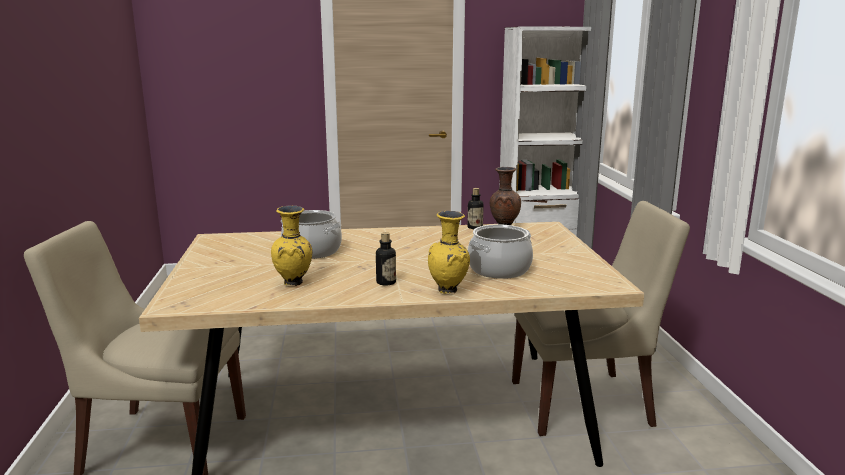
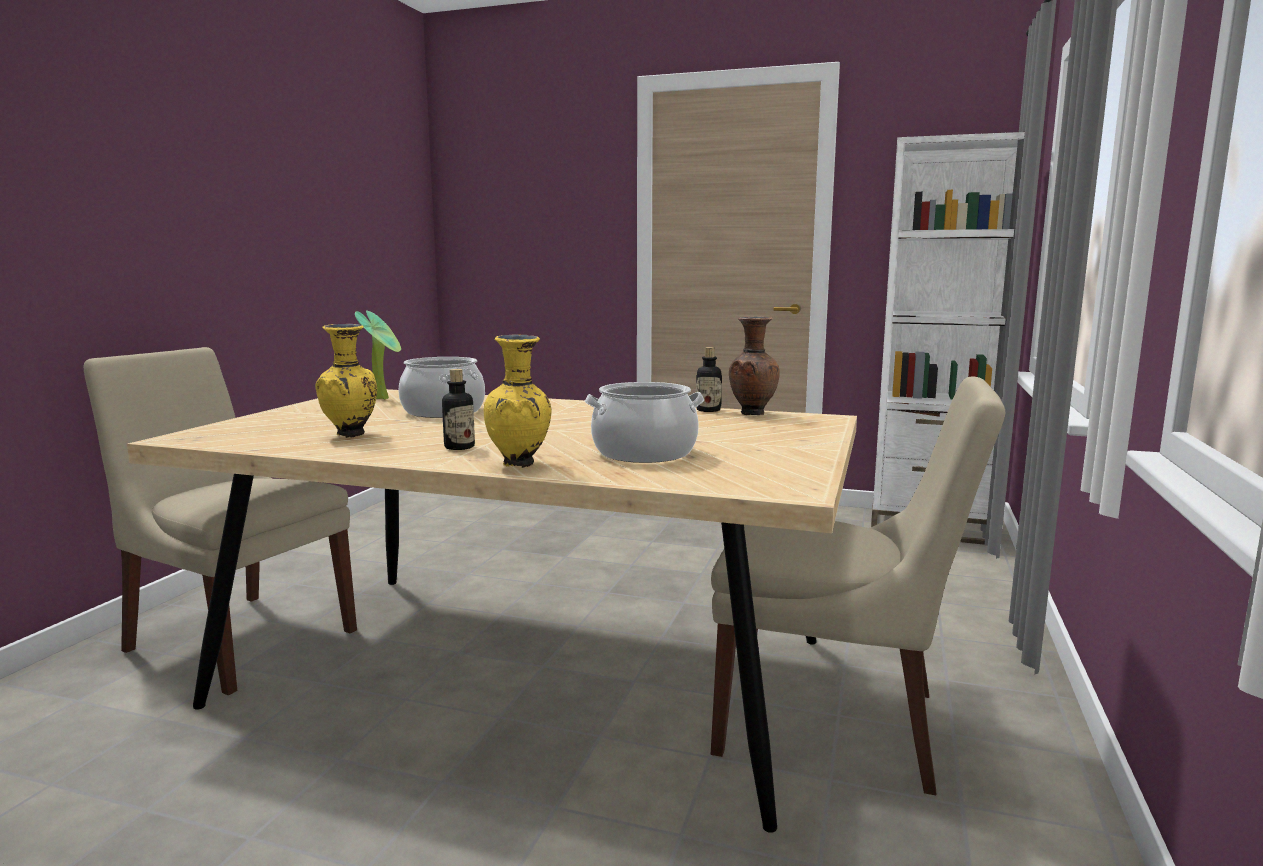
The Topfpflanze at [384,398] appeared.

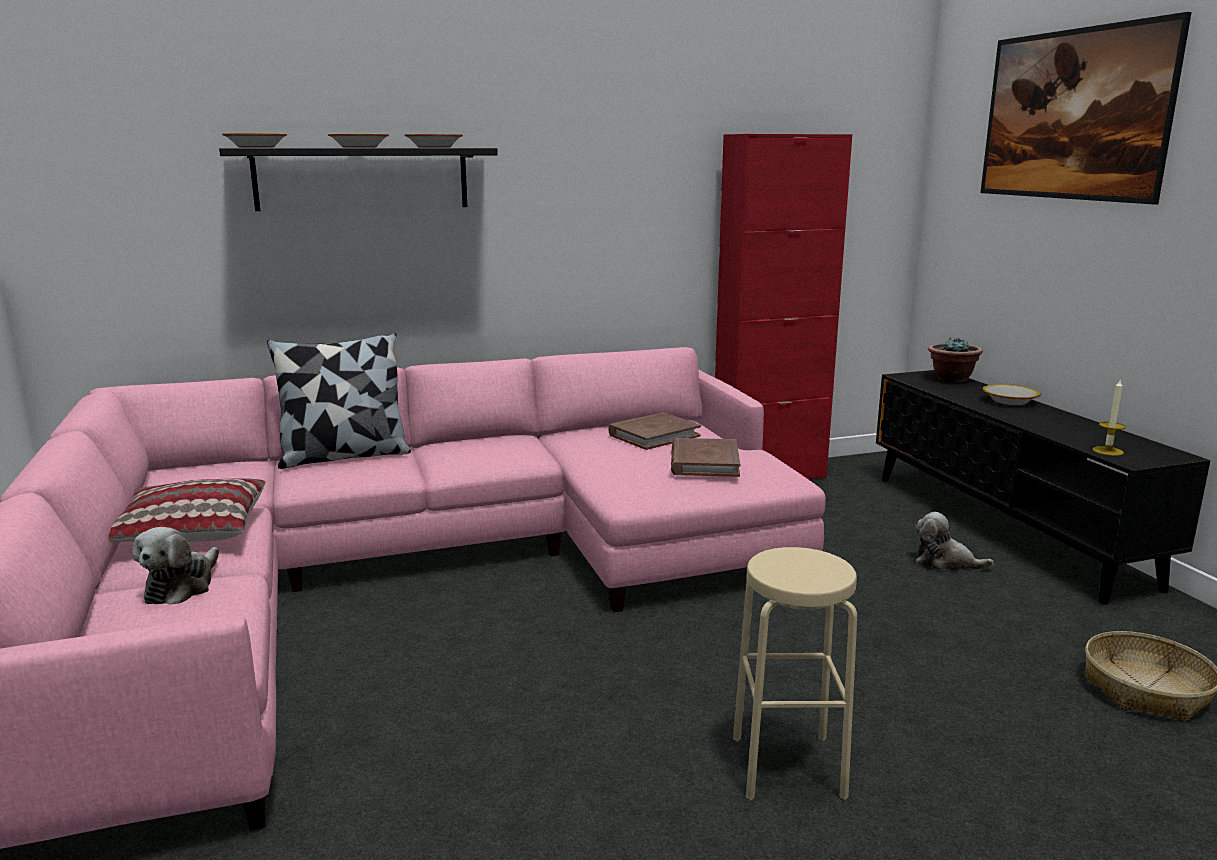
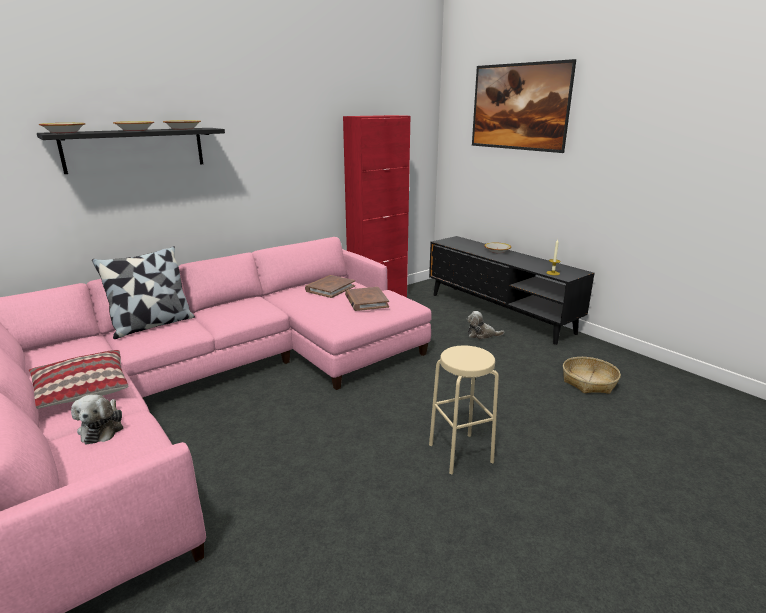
The Topfpflanze at [951,379] disappeared.

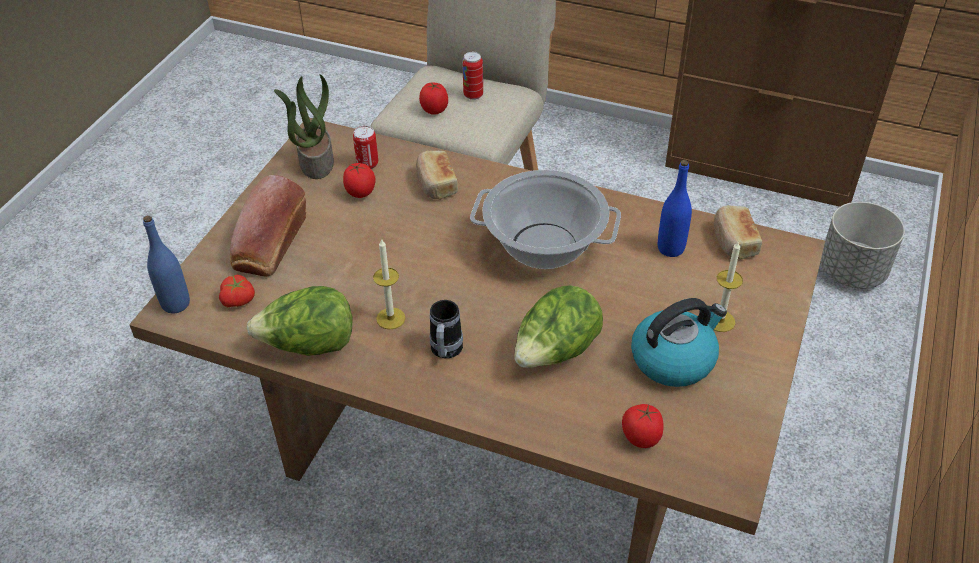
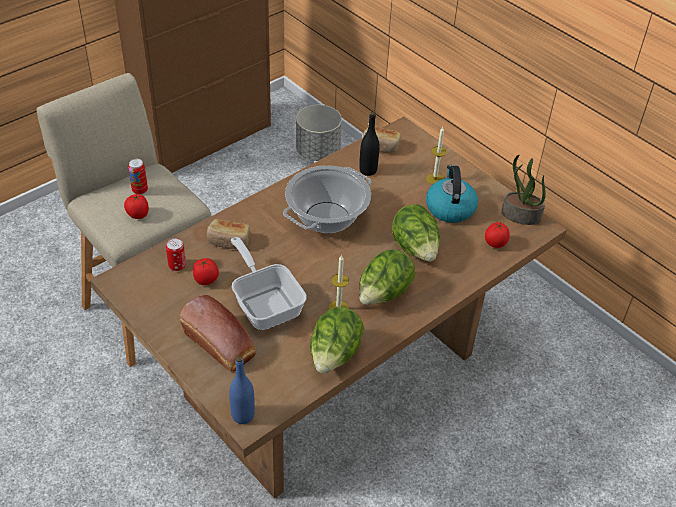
The Tomate at [239,300] disappeared. The Topfpflanze moved from [315,162] to [520,216]. The Henkelbecher at [445,352] was replaced by the Salatkopf at [384,294]. The Flasche/blau at [670,248] became the Flasche/schwarz at [368,170]. The Pfanne at [265,303] appeared.

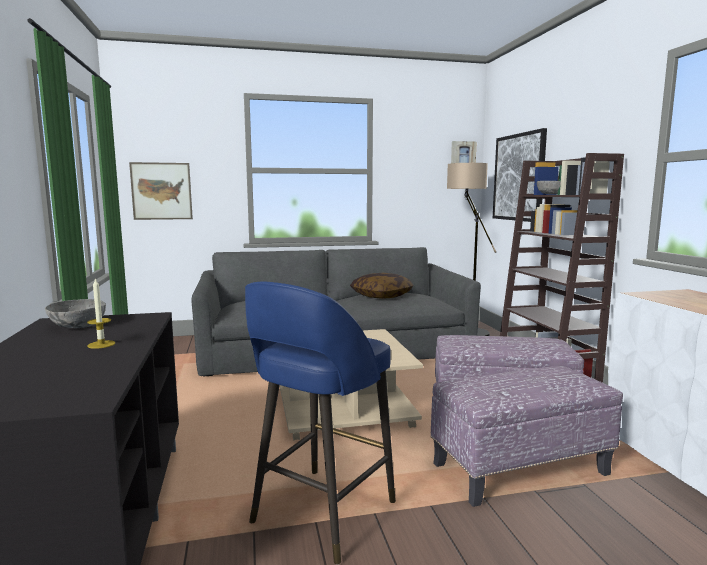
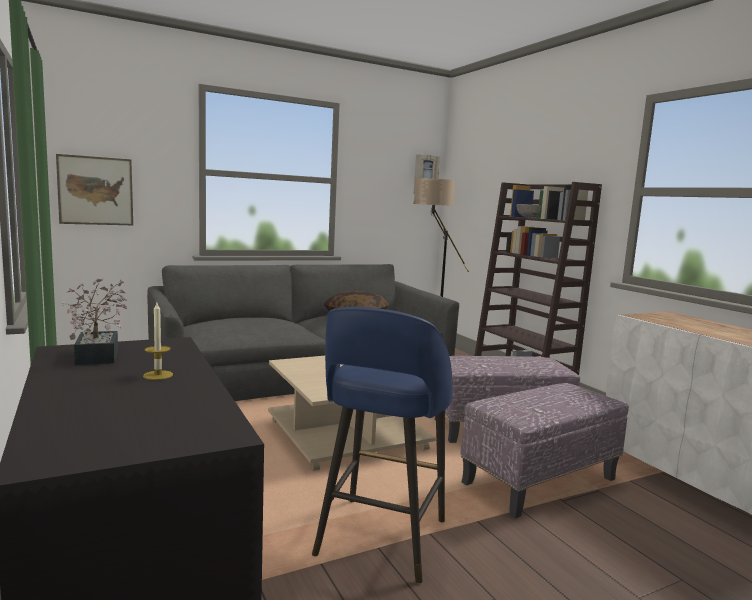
The Schüssel/grau at [78,325] was replaced by the Topfpflanze at [99,354]. The Bild at [519,177] disappeared.

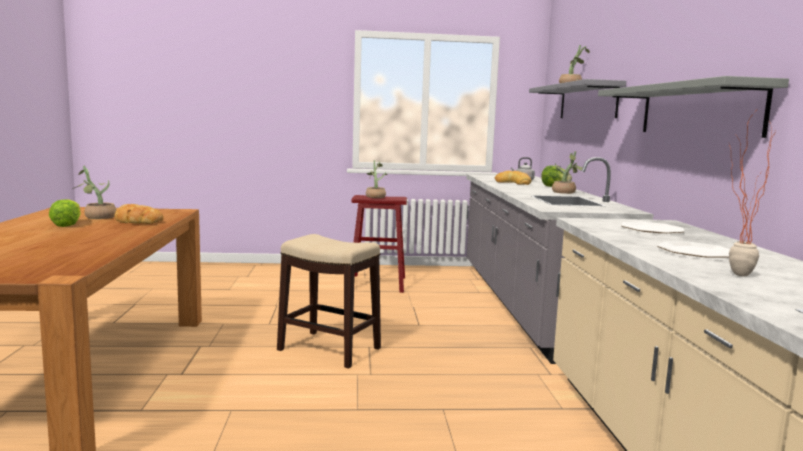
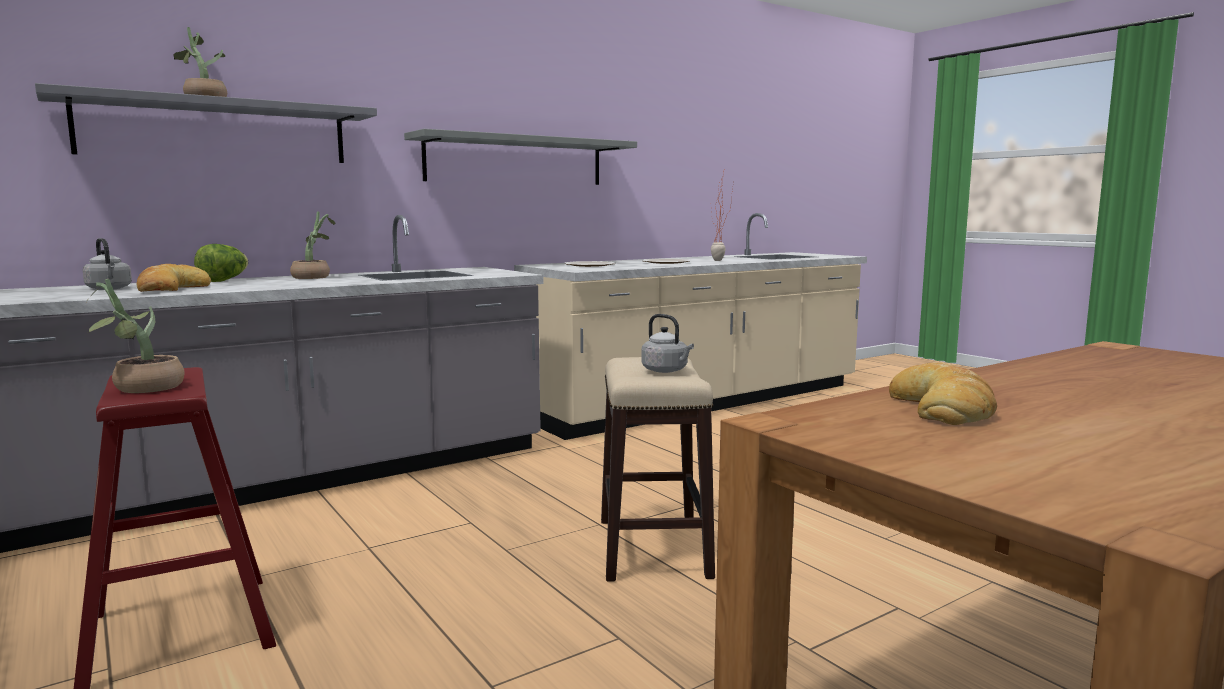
The Salatkopf at [67,224] disappeared. The Topfpflanze at [96,217] disappeared. The Wasserkessel/grau at [666,371] appeared.

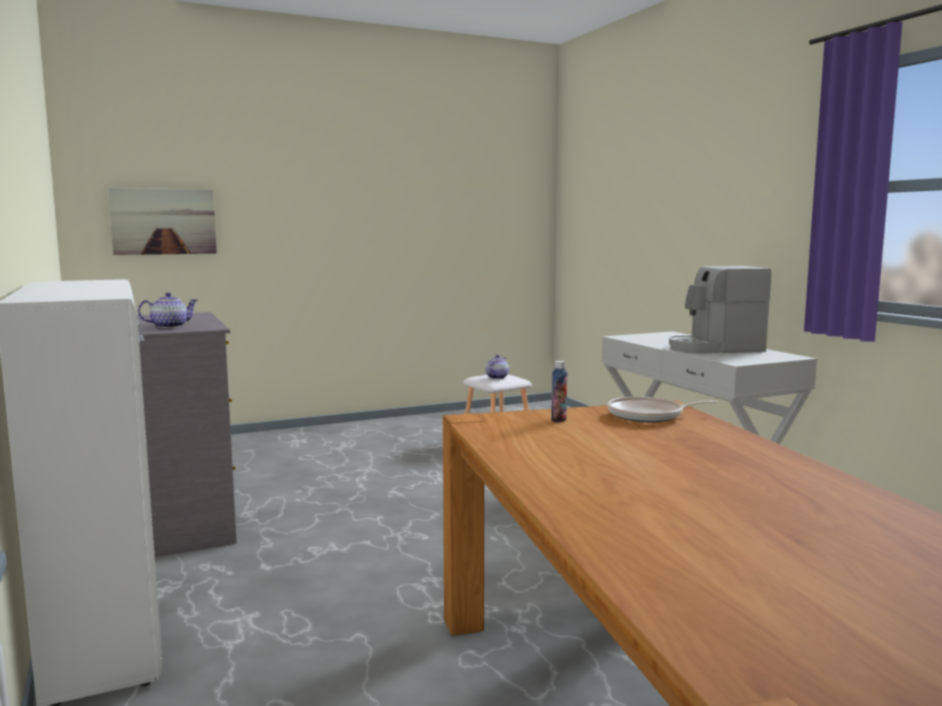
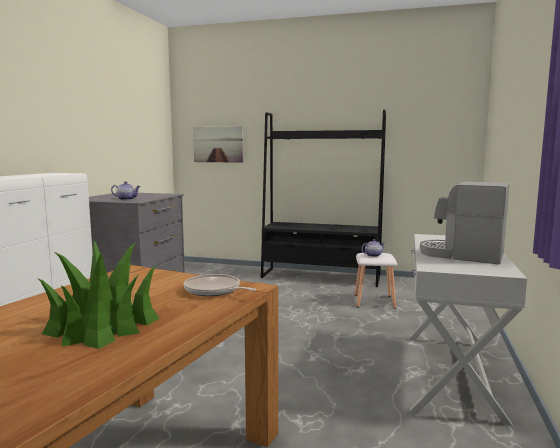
The Flasche at [558,420] disappeared. The Topfpflanze at [102,326] appeared. The Bücherregal/schwarz at [321,277] appeared.

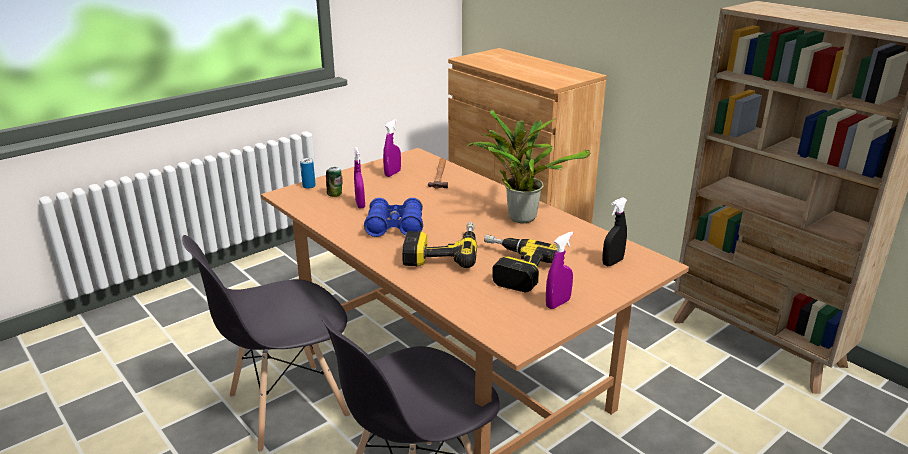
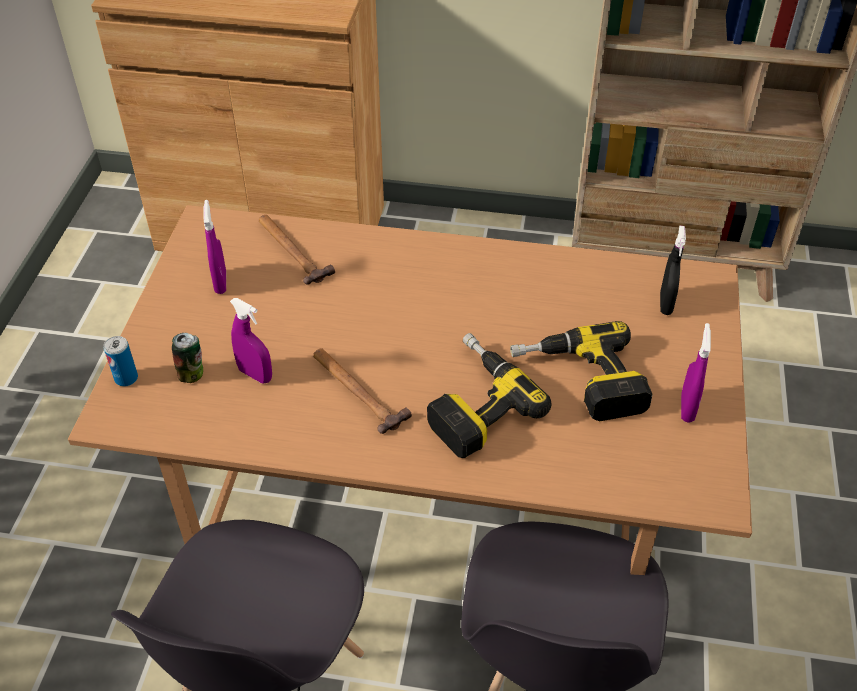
The Fernglas/blau at [395,227] was replaced by the Hammer at [357,391]. The Topfpflanze at [519,216] disappeared.

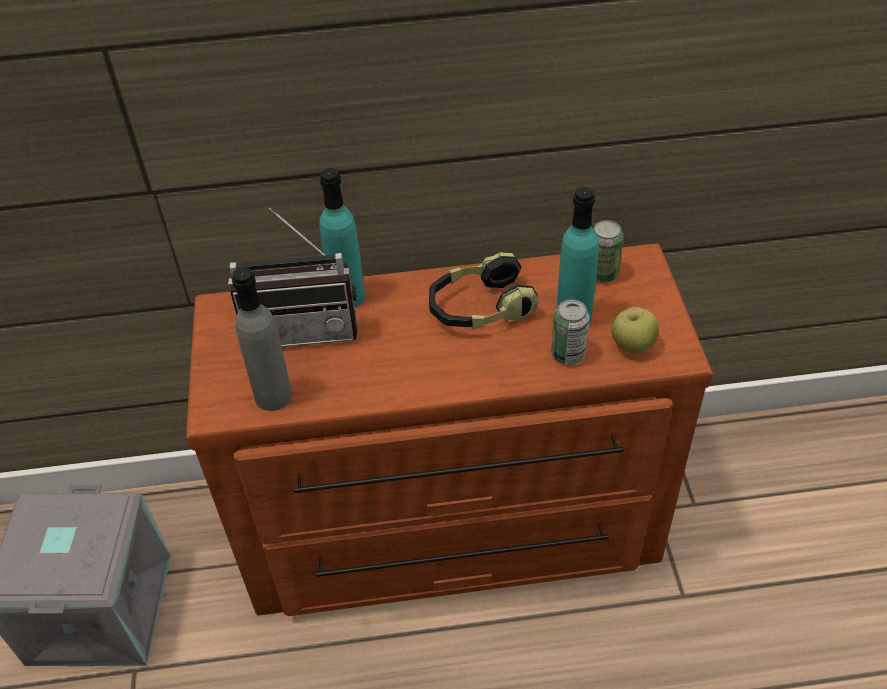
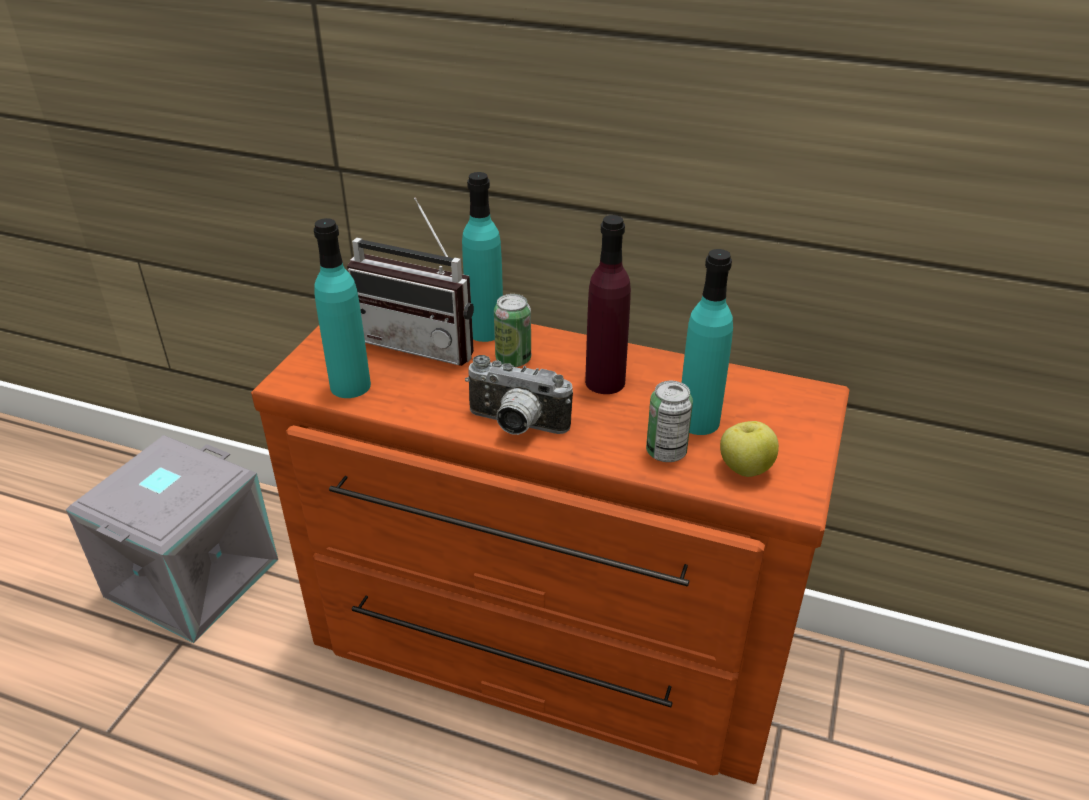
The Flasche/grau at [273,396] became the Flasche/türkis at [350,386]. The Kopfhörer at [480,309] was replaced by the Flasche/lila at [605,382]. The Dose moved from [602,274] to [513,359]. The Kamera at [515,426] appeared.

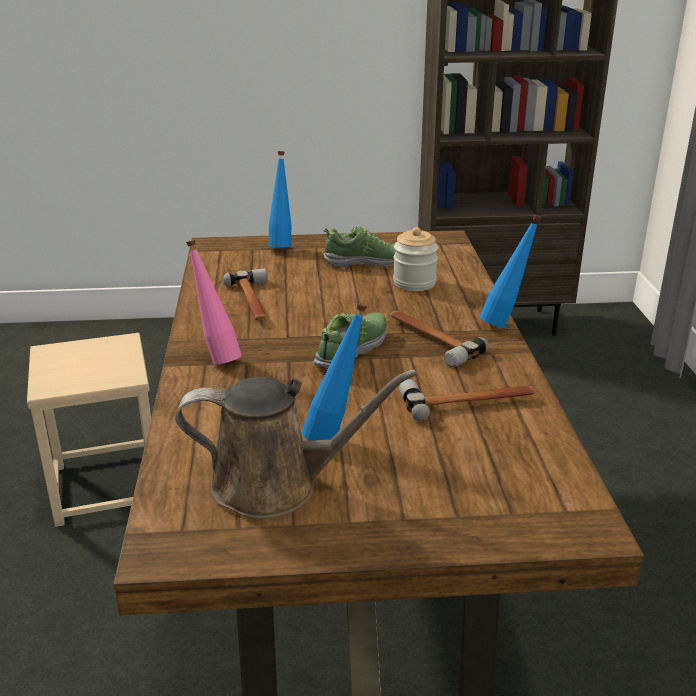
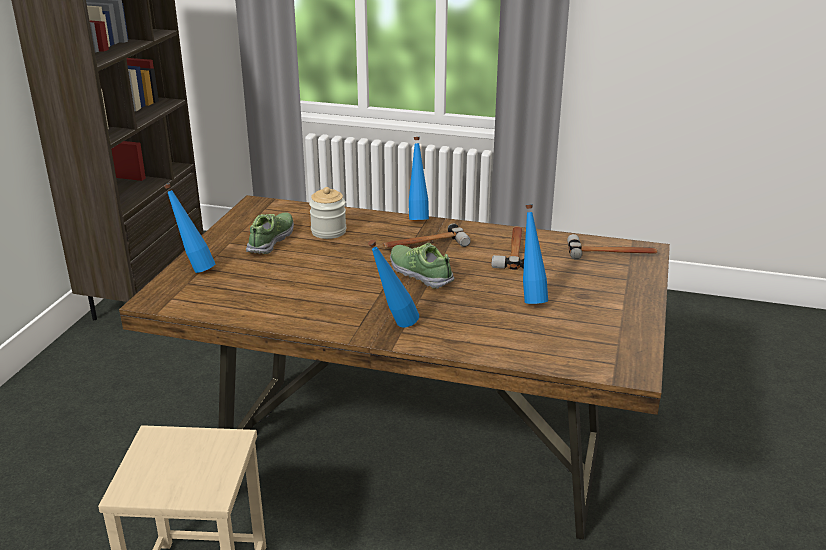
The Gießkanne/braun at [276,485] disappeared. The Flasche/rosa at [216,358] became the Flasche/blau at [394,326]. The Hammer moved from [253,302] to [611,253].

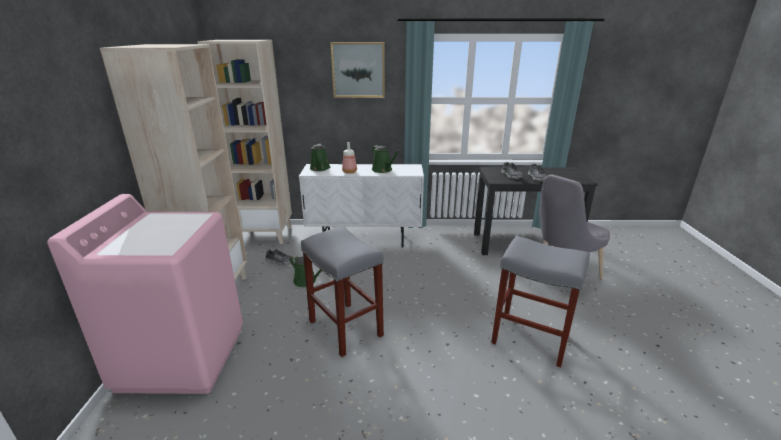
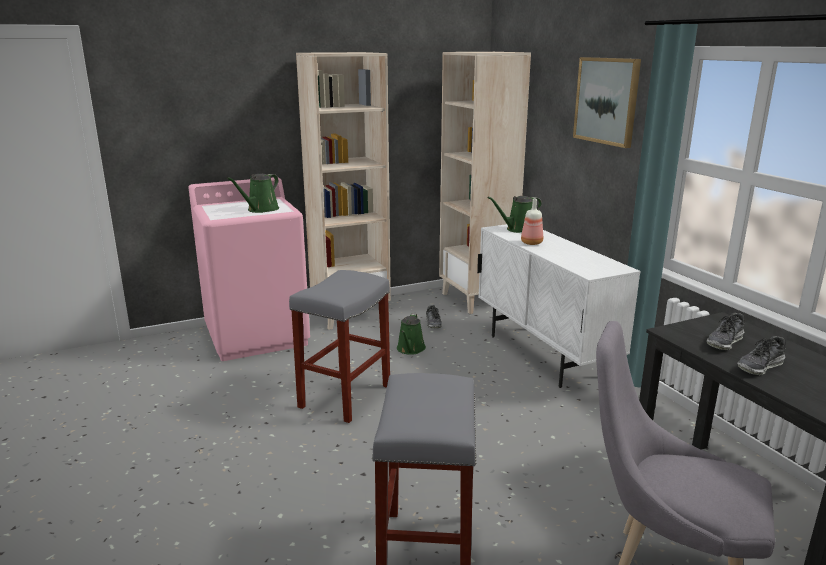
The Gießkanne/grün moved from [383,170] to [261,210].

